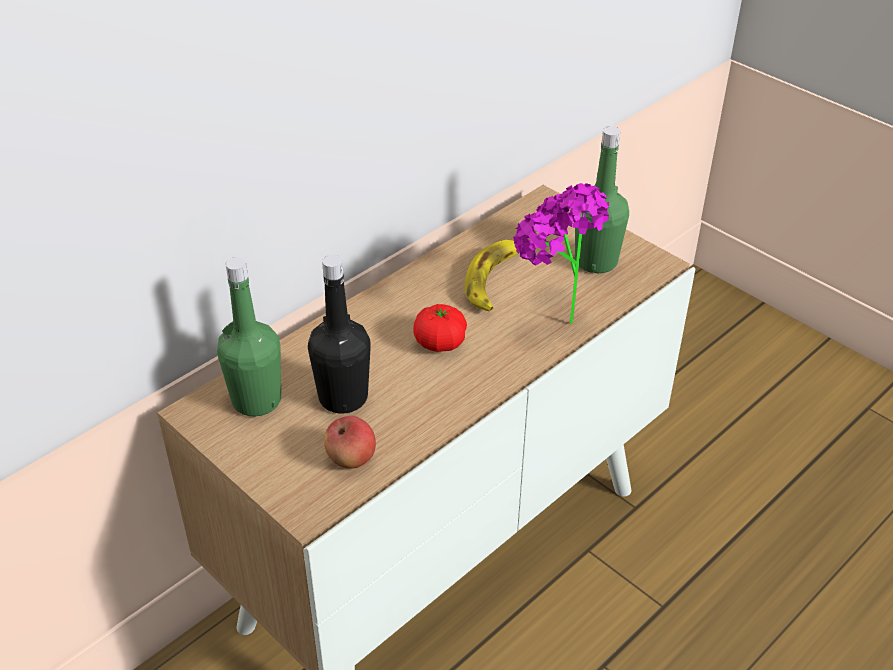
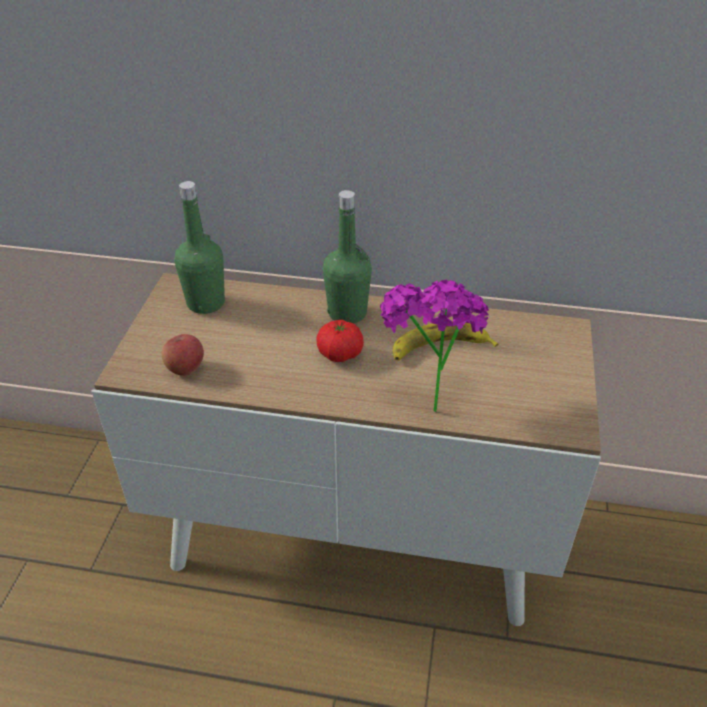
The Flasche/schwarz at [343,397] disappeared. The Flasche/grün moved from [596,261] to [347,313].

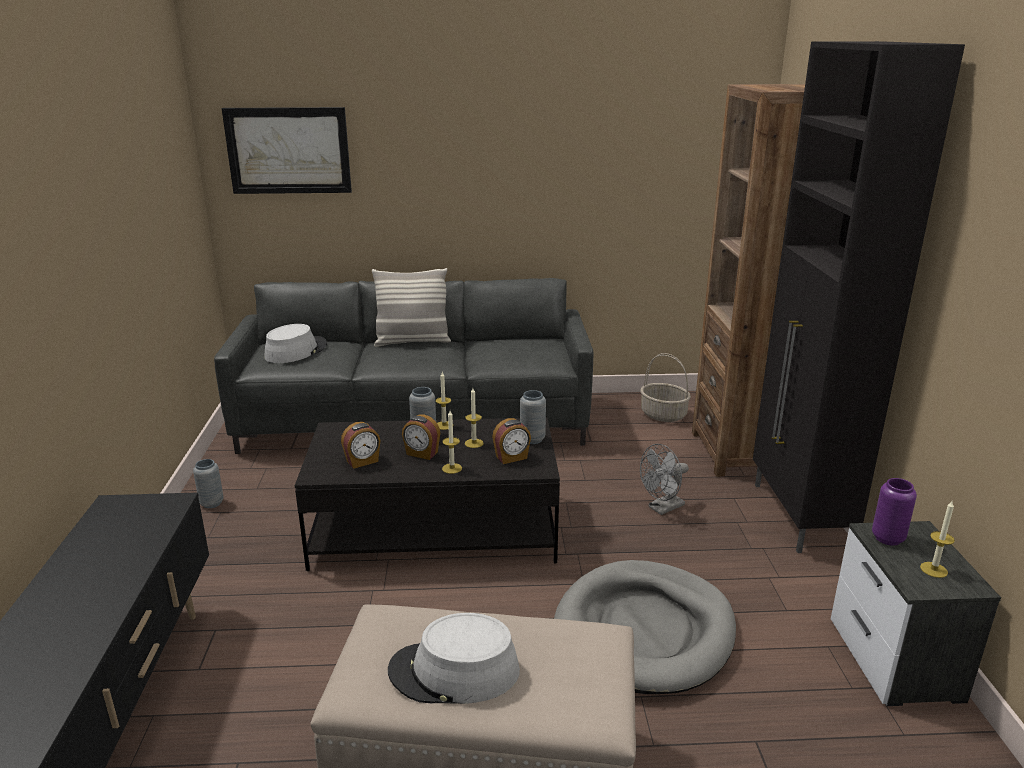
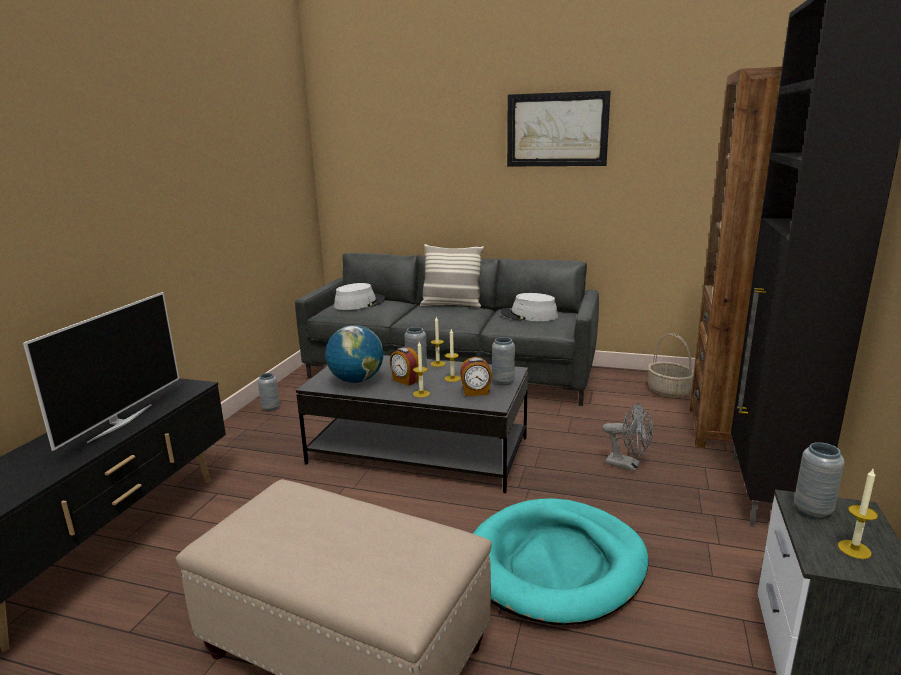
The Bild moved from [288,150] to [557,129]. The Wecker at [362,461] was replaced by the Globus at [356,380]. The Hut/grau moved from [454,672] to [529,315]. The Hundebett/grau at [644,631] became the Hundebett/türkis at [555,564]. The Ventilator/grau at [662,508] turned 135 degrees counterclockwise. The Vase/lila at [887,538] became the Vase/grau at [812,510]. The Fernseher at [120,422] appeared.

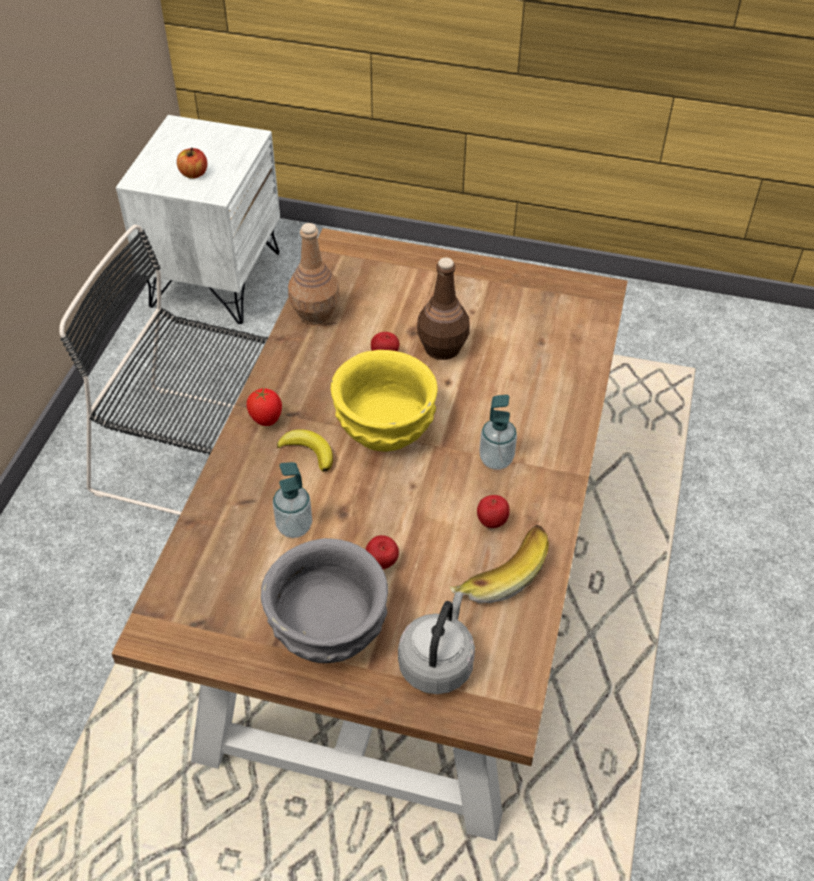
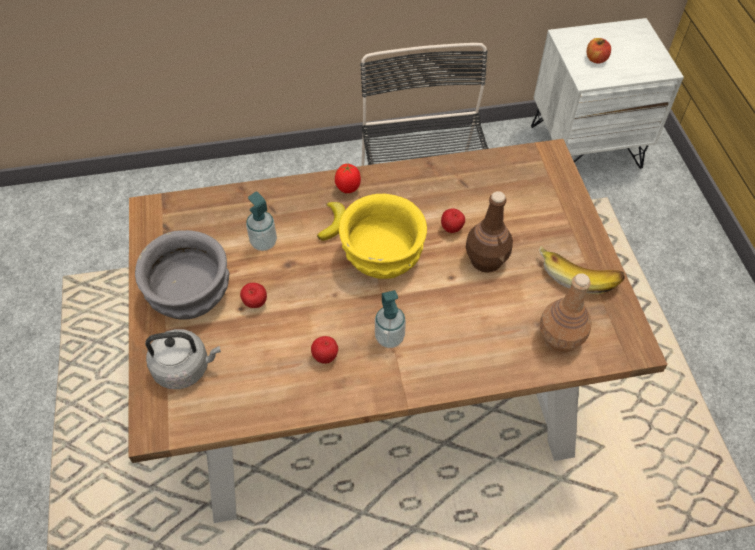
The Flasche/braun moved from [314,313] to [559,338]. The Banane moved from [499,571] to [578,274].

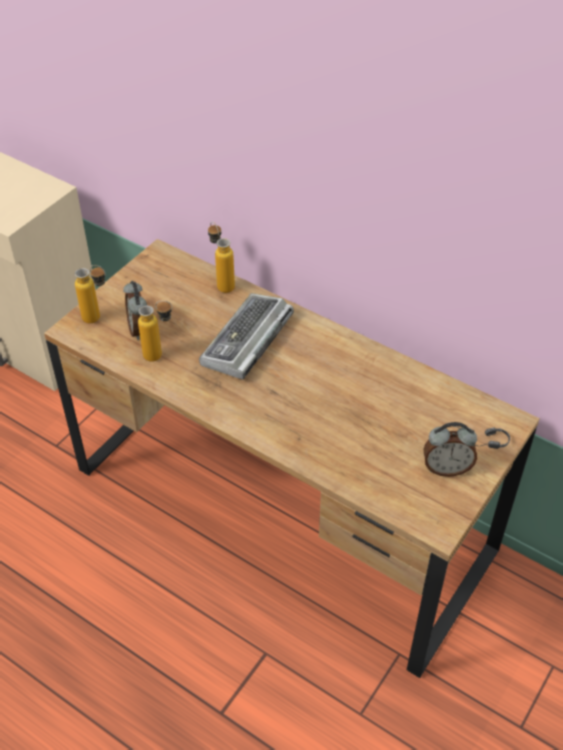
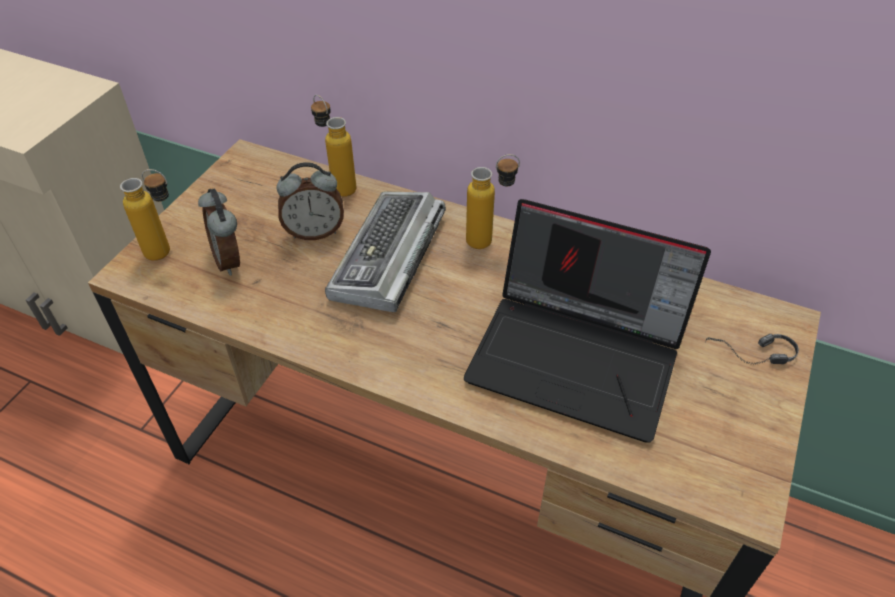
The Flasche moved from [160,356] to [489,240]. The Wecker moved from [446,468] to [314,232]. The Laptop at [579,356] appeared.

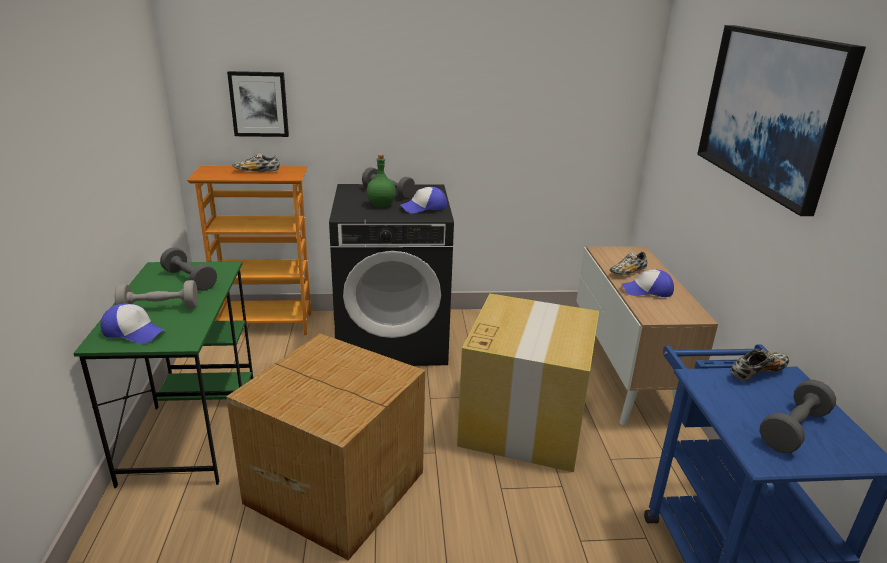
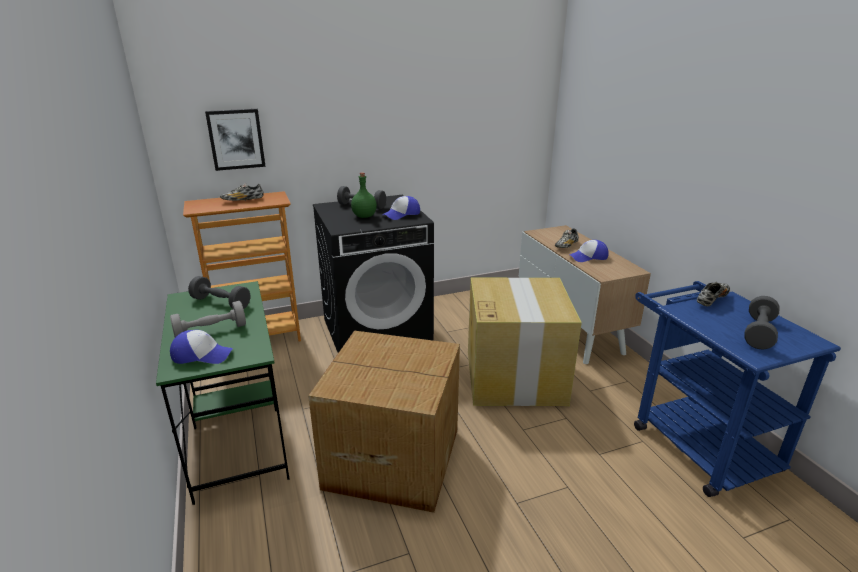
The Bild at [771,111] disappeared.

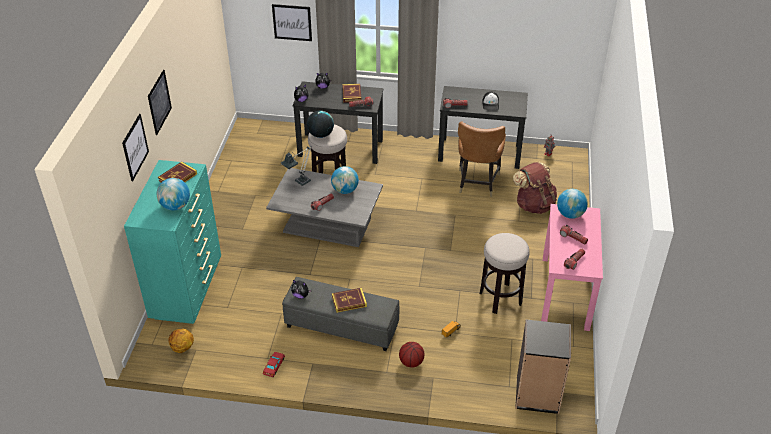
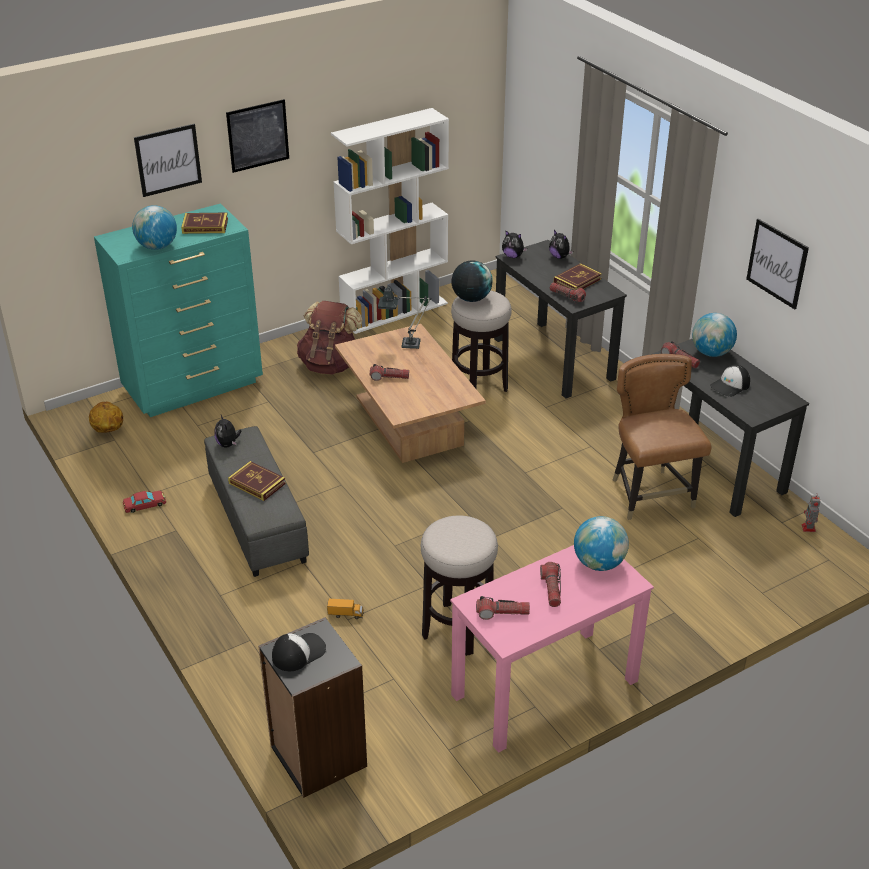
The Couchtisch/grau at [327,225] became the Couchtisch/braun at [408,420]. The Bild moved from [292,22] to [777,263]. The Globus moved from [345,190] to [711,353]. The Basketball at [411,362] disappeared. The Stuhl/braun at [477,183] turned 105 degrees clockwise. The Rucksack/braun moved from [534,205] to [330,365]. The Kappe at [298,652] appeared. The Bücherregal/weiß at [394,311] appeared.

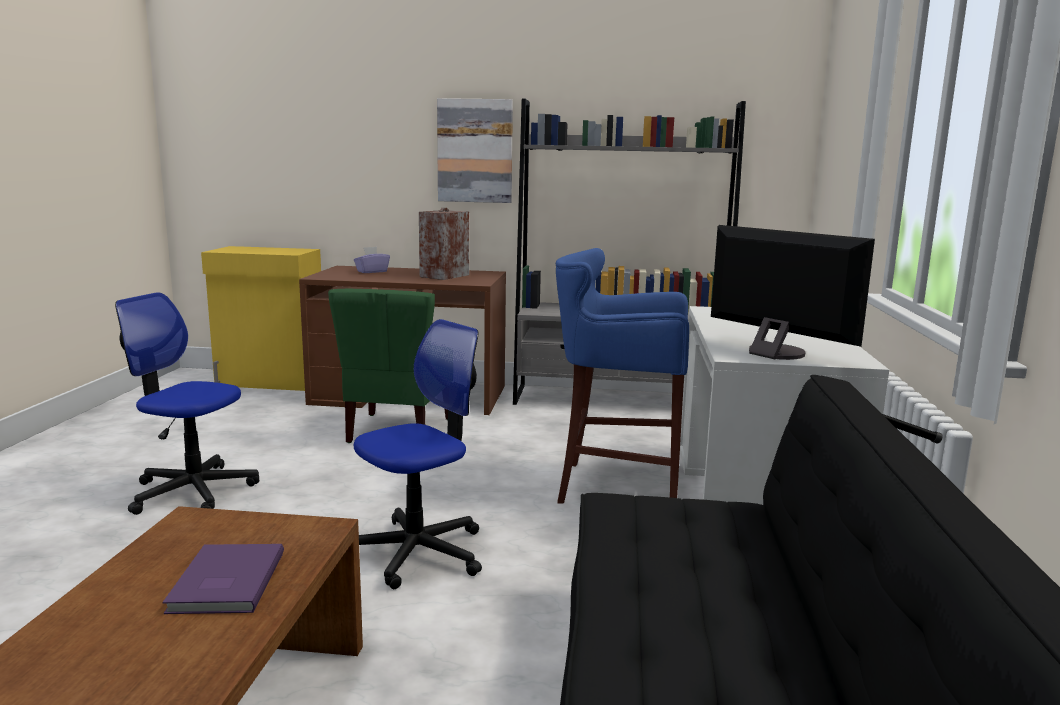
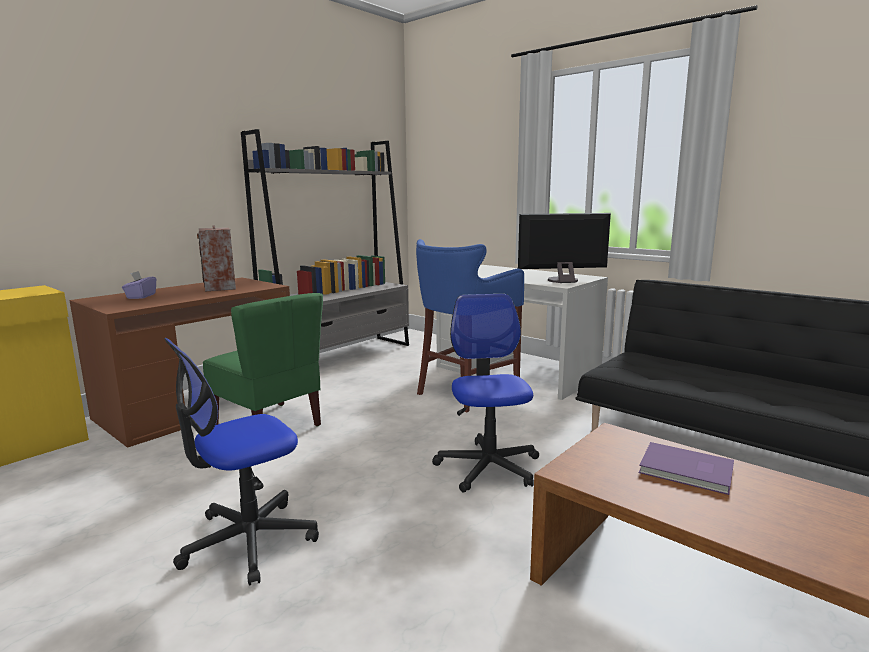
The Bild at [475,151] disappeared.

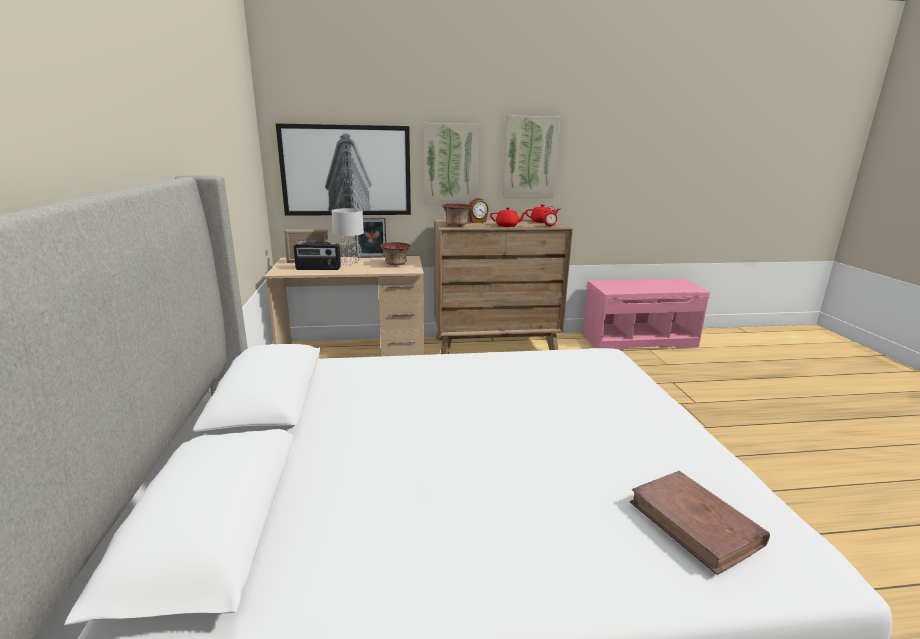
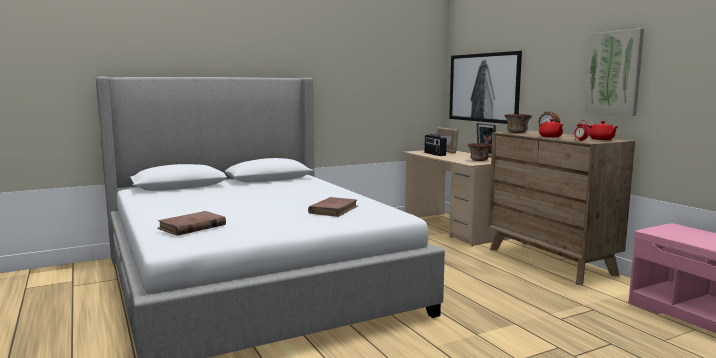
The Tischlampe/grau at [349,263] disappeared. The Bild at [450,165] disappeared. The Buch/braun at [333,210] appeared.

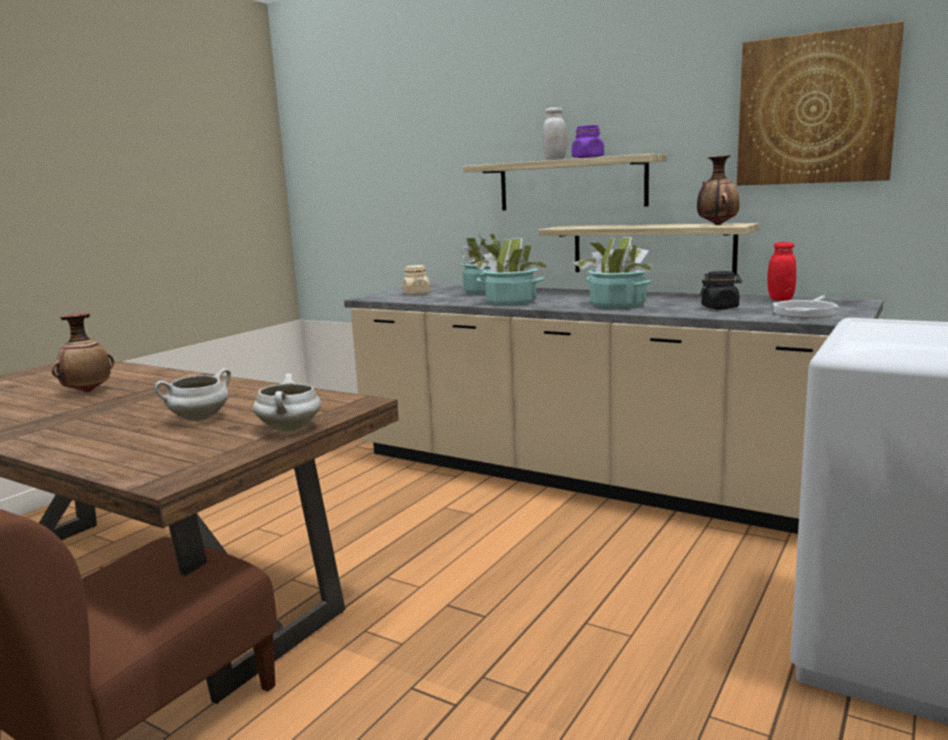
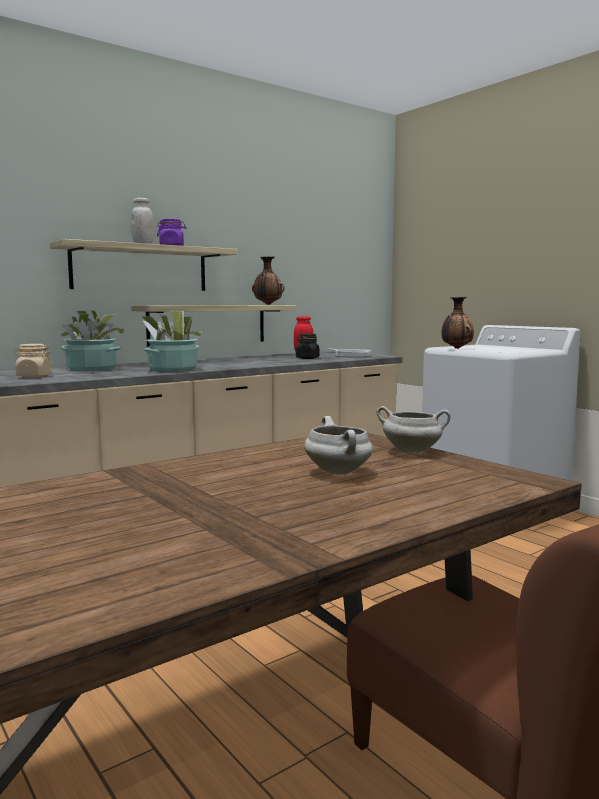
The Vase moved from [87,391] to [456,348]. The Topfpflanze at [618,304] disappeared. The Bild at [815,109] disappeared.

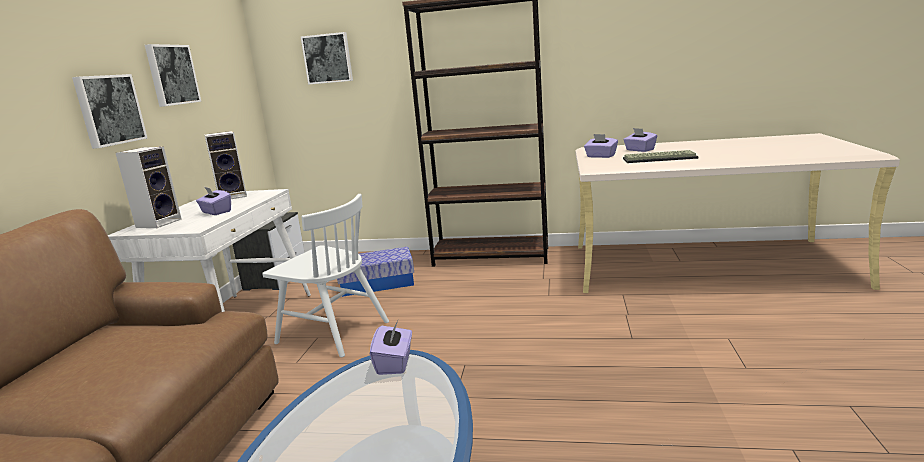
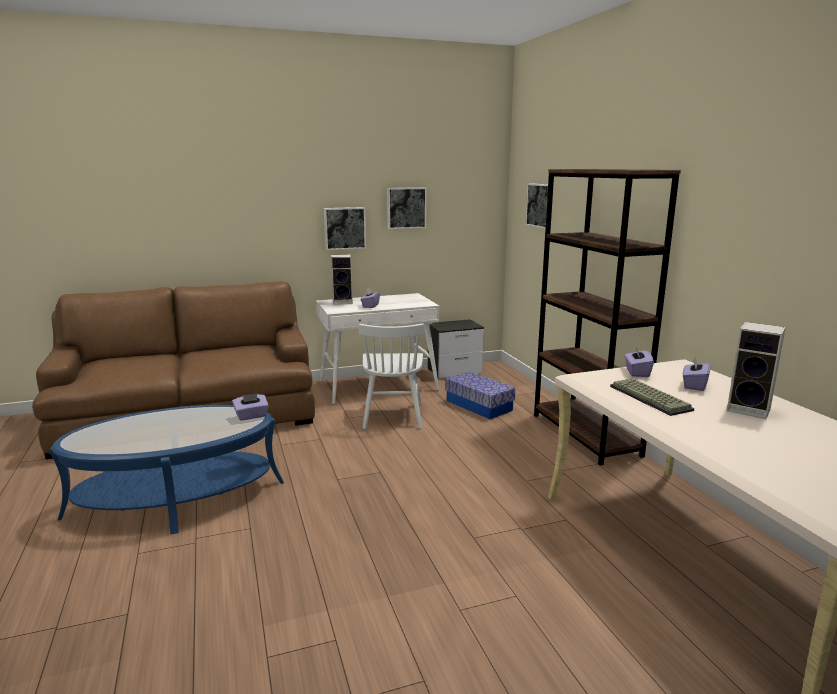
The Lautsprecher moved from [233,196] to [750,410].

